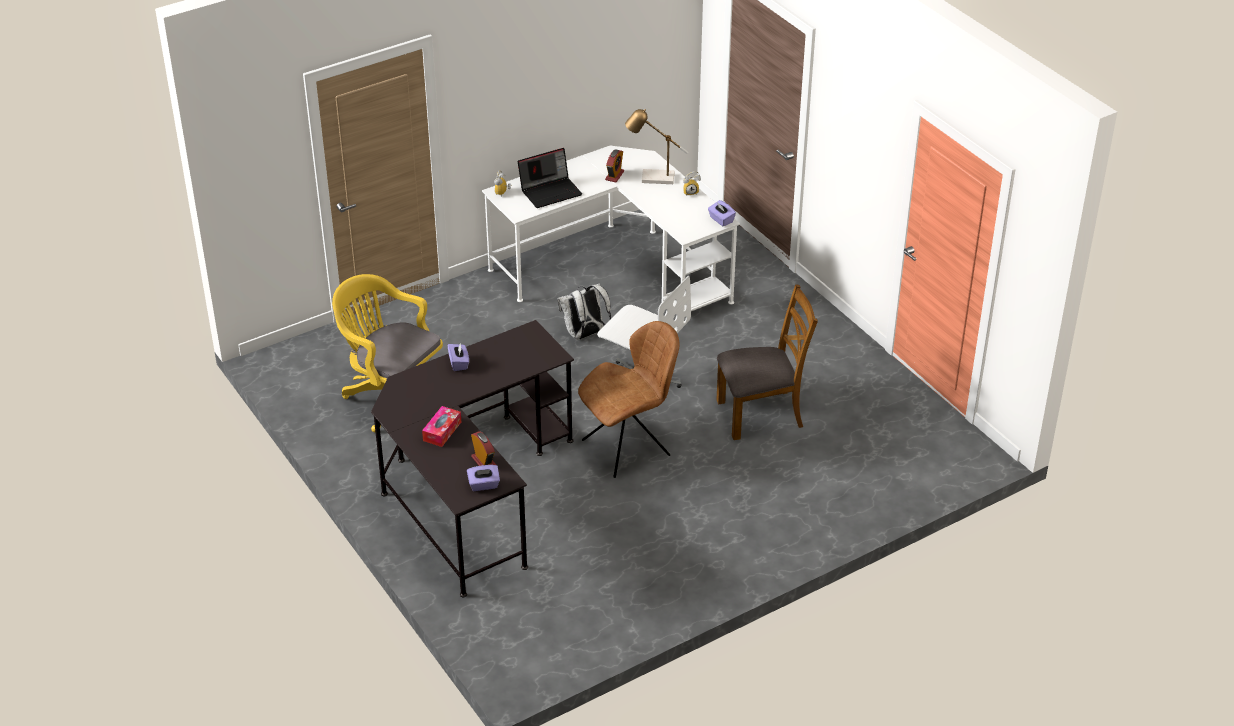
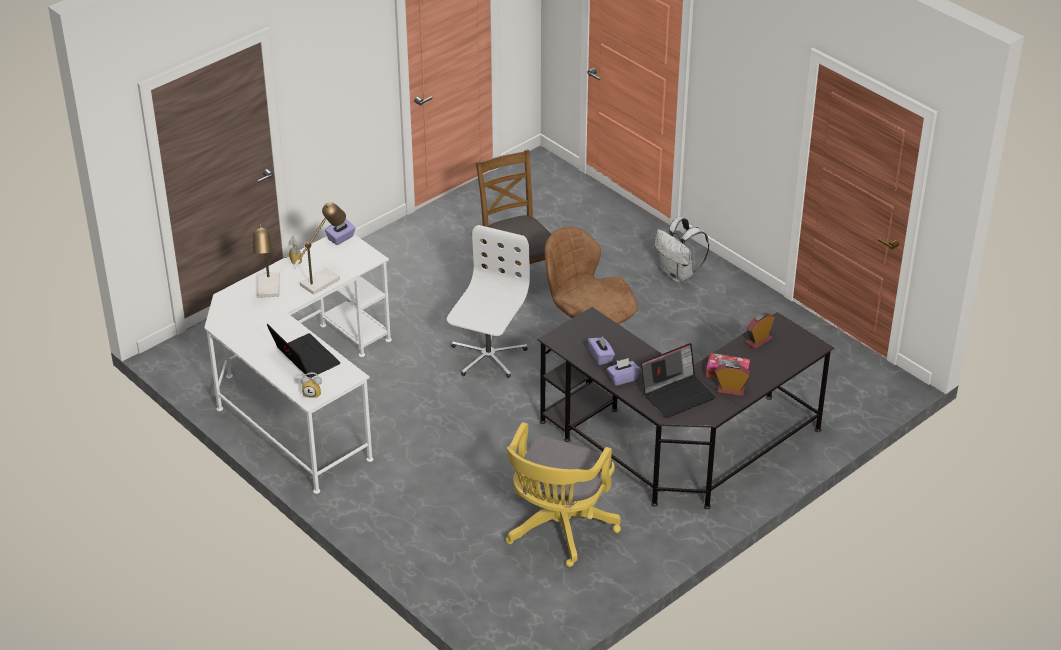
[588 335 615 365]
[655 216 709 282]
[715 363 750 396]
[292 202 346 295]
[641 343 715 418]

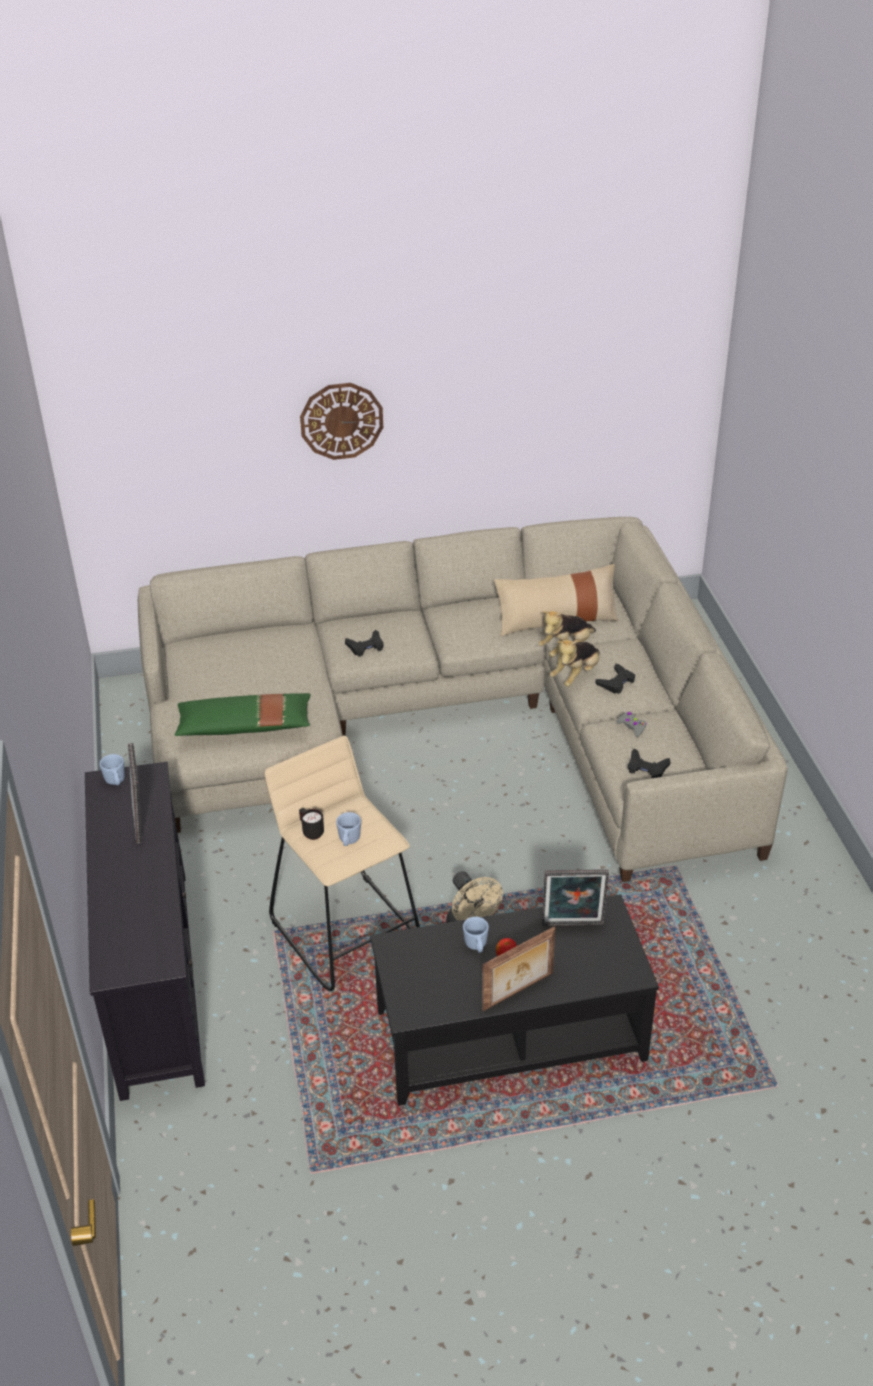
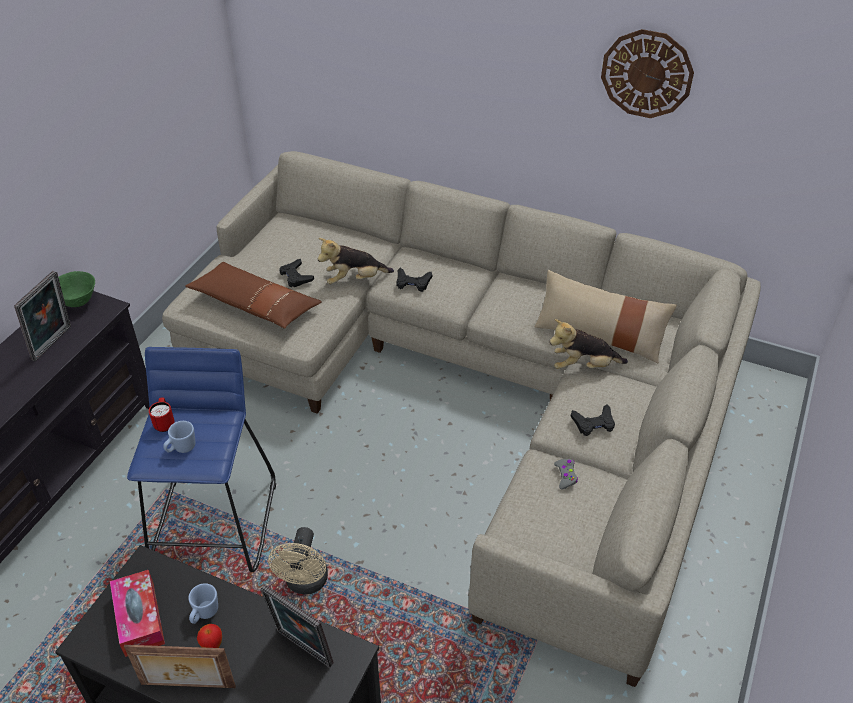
[58 271 95 307]
[185 262 322 329]
[127 347 276 572]
[149 397 175 432]
[601 29 694 118]
[317 238 394 284]
[280 259 314 287]
[110 570 165 657]

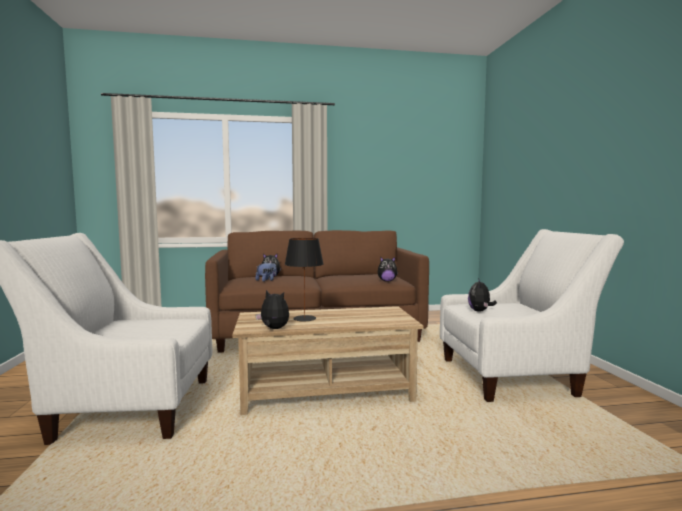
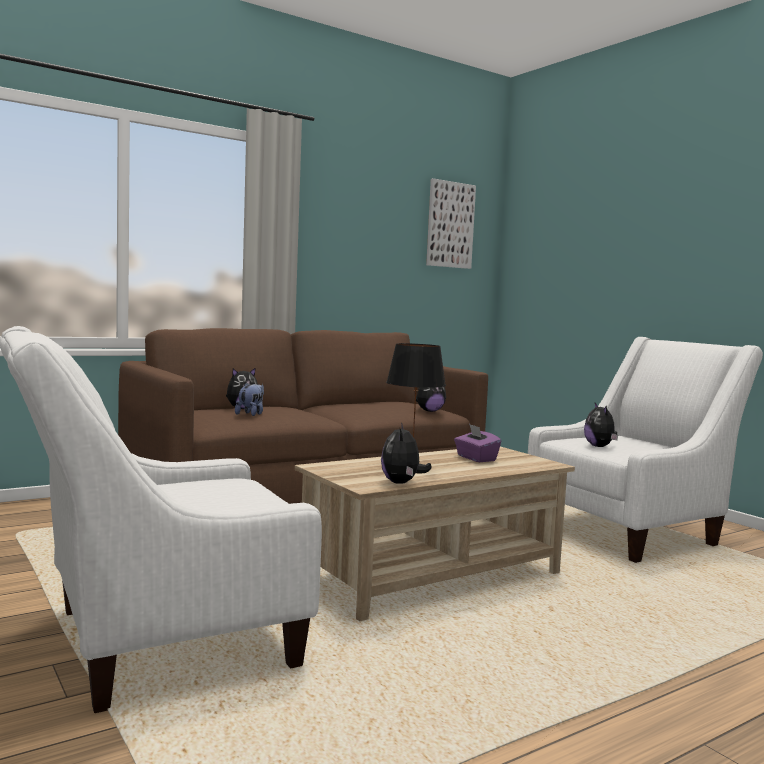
[381 422 432 484]
[426 178 476 269]
[454 424 501 462]

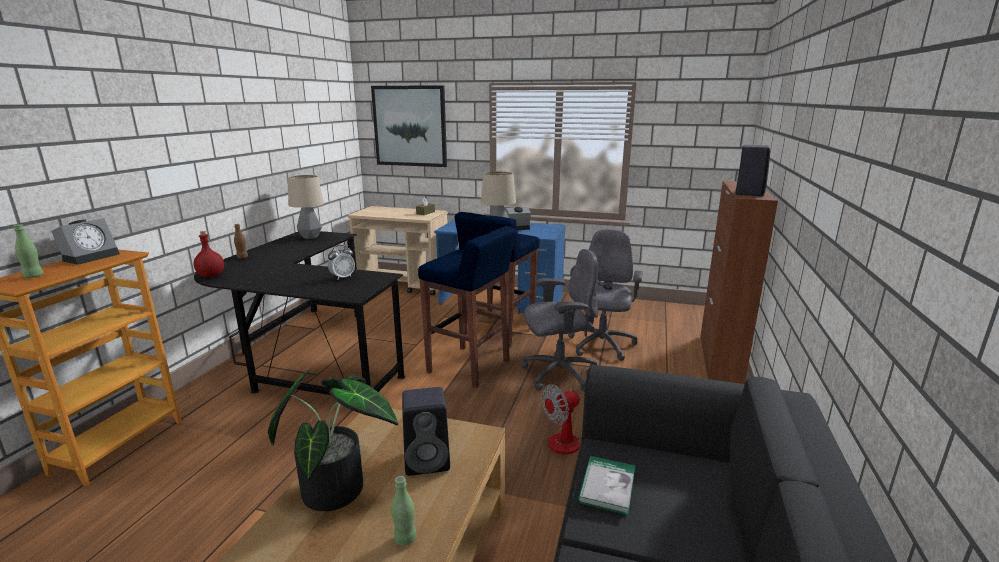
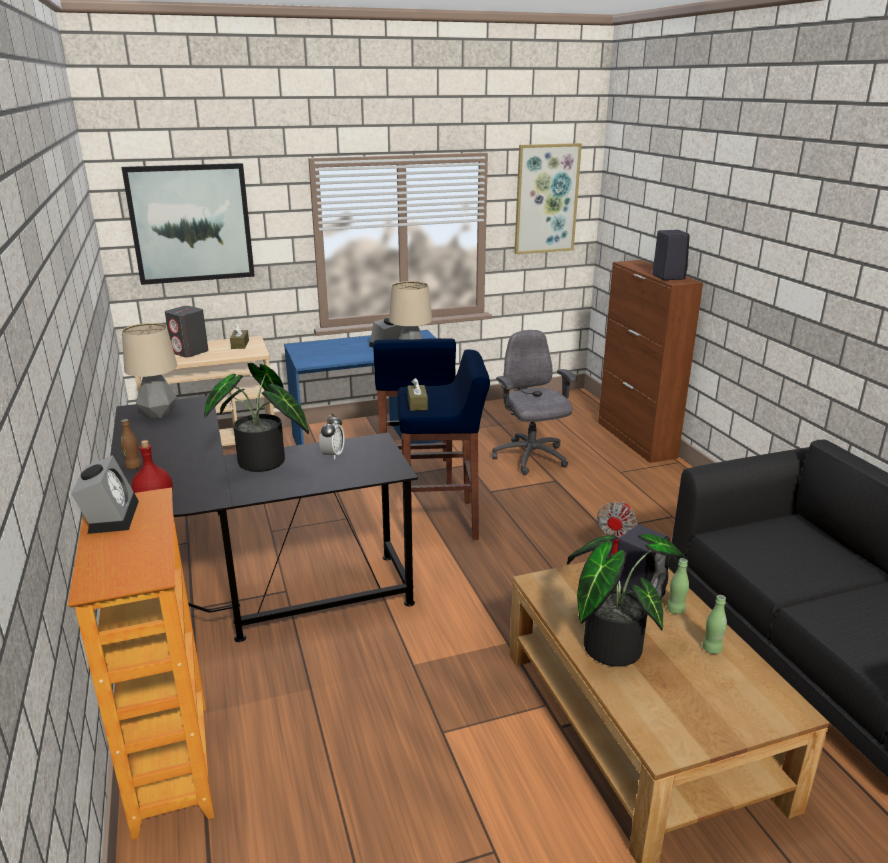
[667 558 689 614]
[521 249 598 392] (first image)
[578 456 635 515] (first image)
[165 306 208 357]
[204 363 309 472]
[408 378 428 411]
[514 143 582 254]

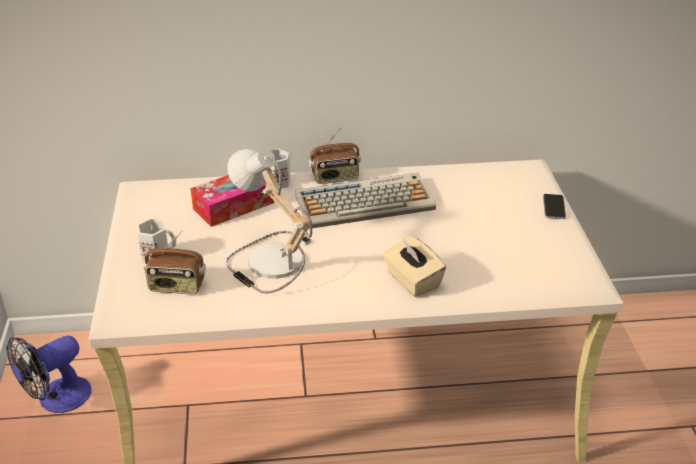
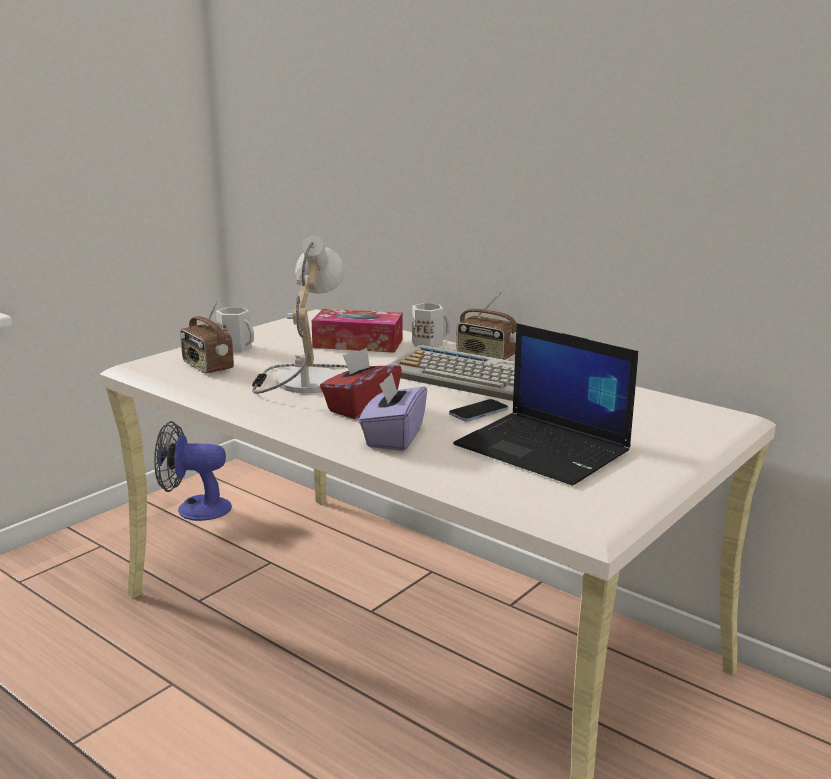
[359 372 427 451]
[449 399 508 422]
[320 348 402 419]
[453 323 638 486]

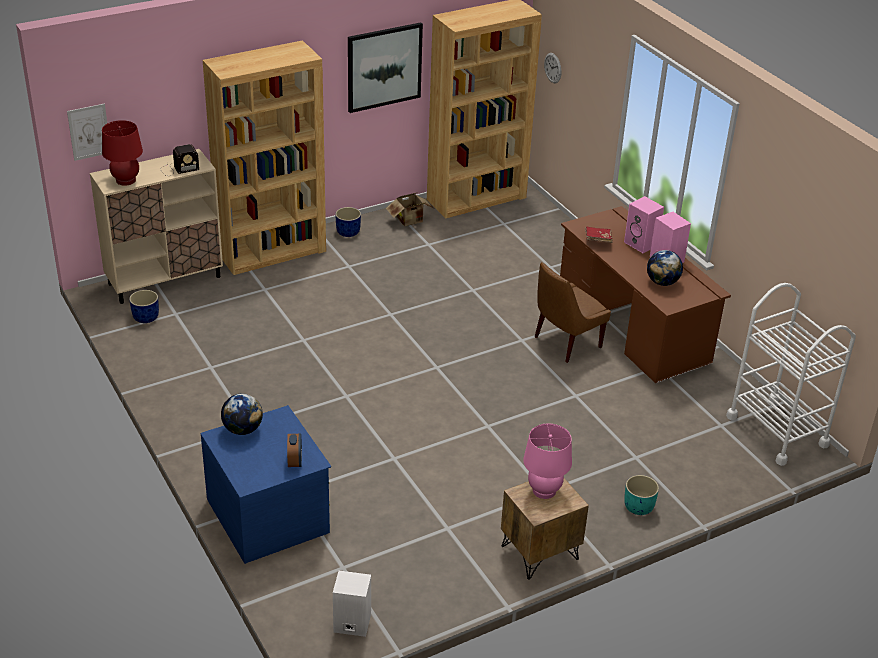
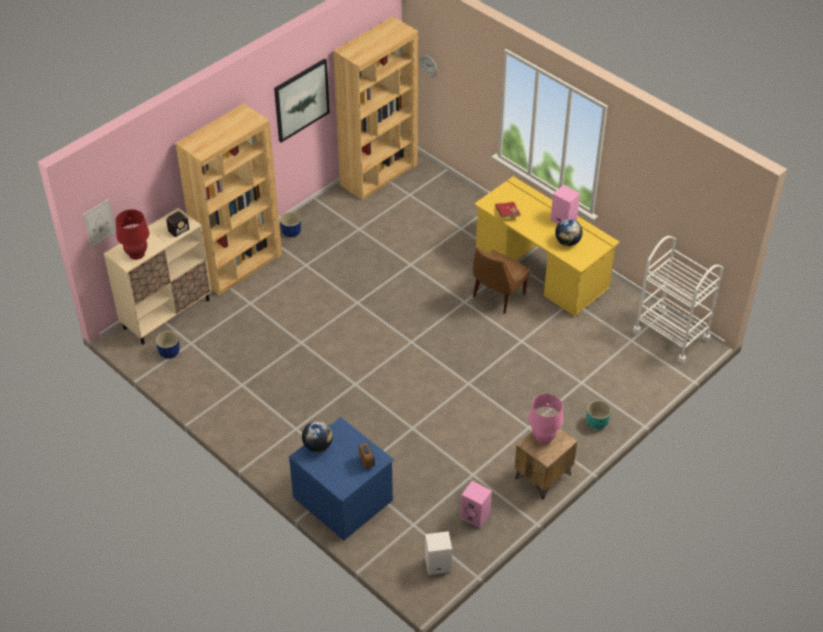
[386 192 433 226] (first image)
[474 176 620 316]
[461 481 492 528]

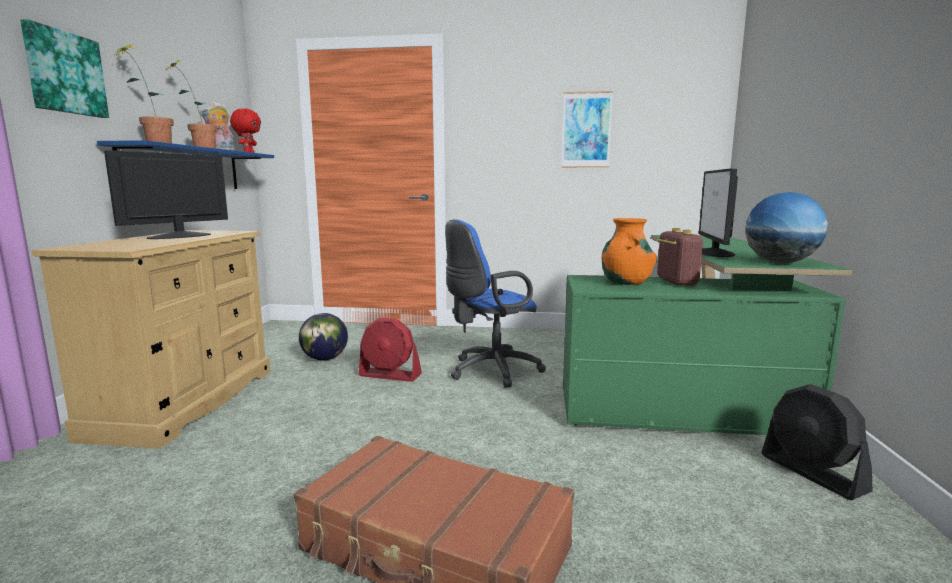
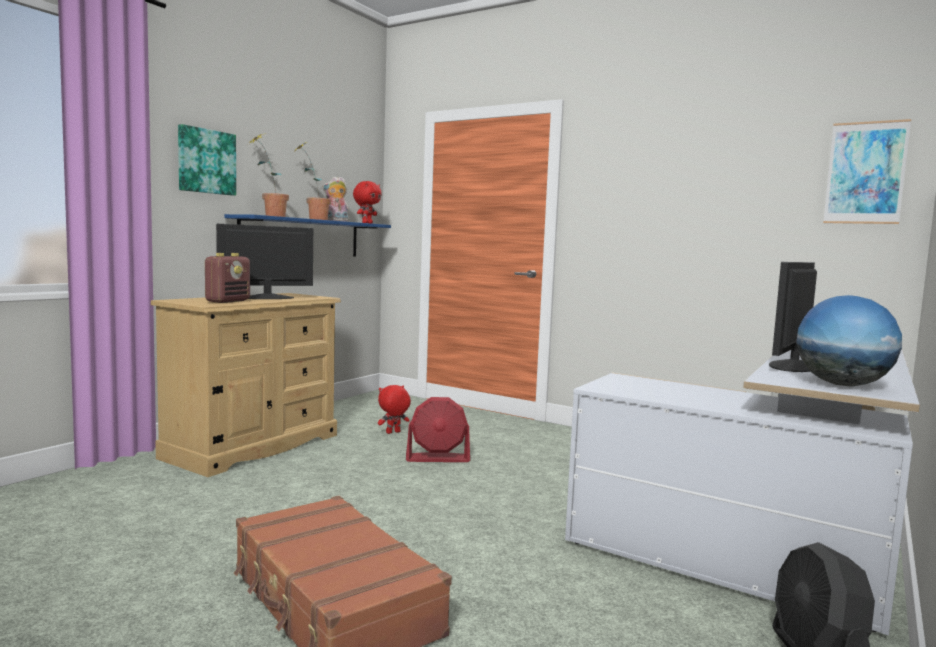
[378 385 411 434]
[406 397 470 462]
[445 219 546 388] (first image)
[823 119 911 224]
[565 350 920 636]
[602 218 657 285] (first image)
[205 253 250 303]

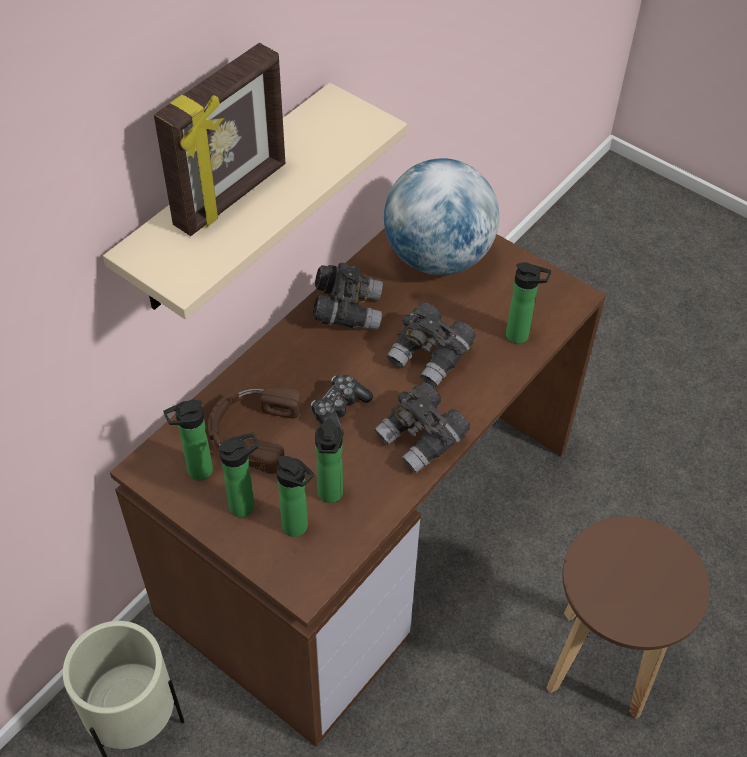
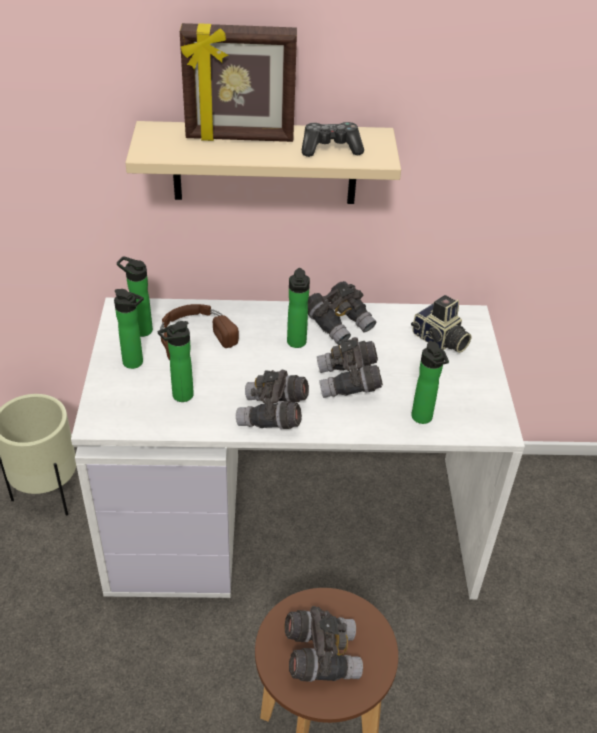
[71 297 525 600]
[287 268 310 348]
[302 122 364 157]
[411 295 472 353]
[285 606 363 682]

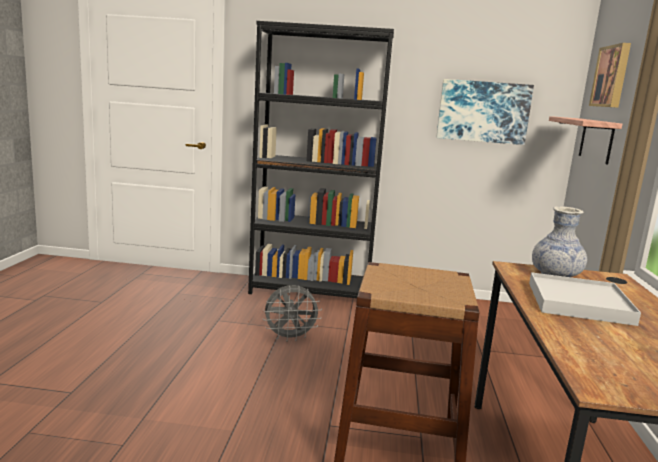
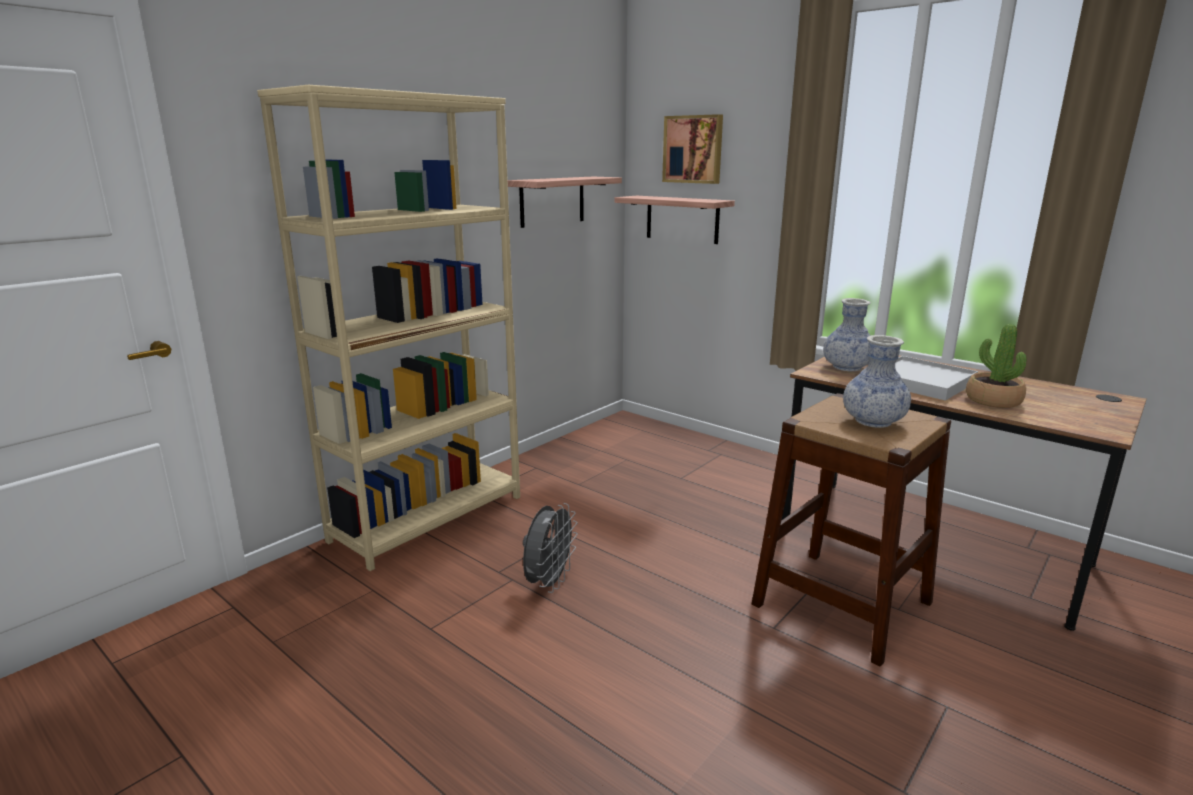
[257 85 520 571]
[508 177 622 228]
[843 335 911 428]
[966 324 1026 408]

